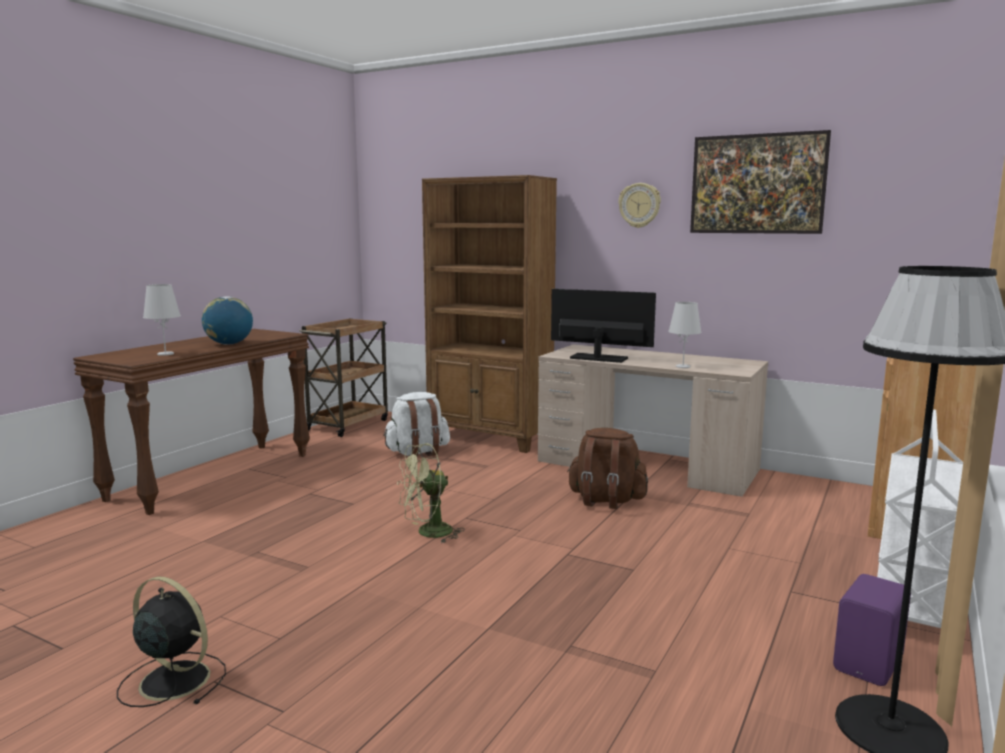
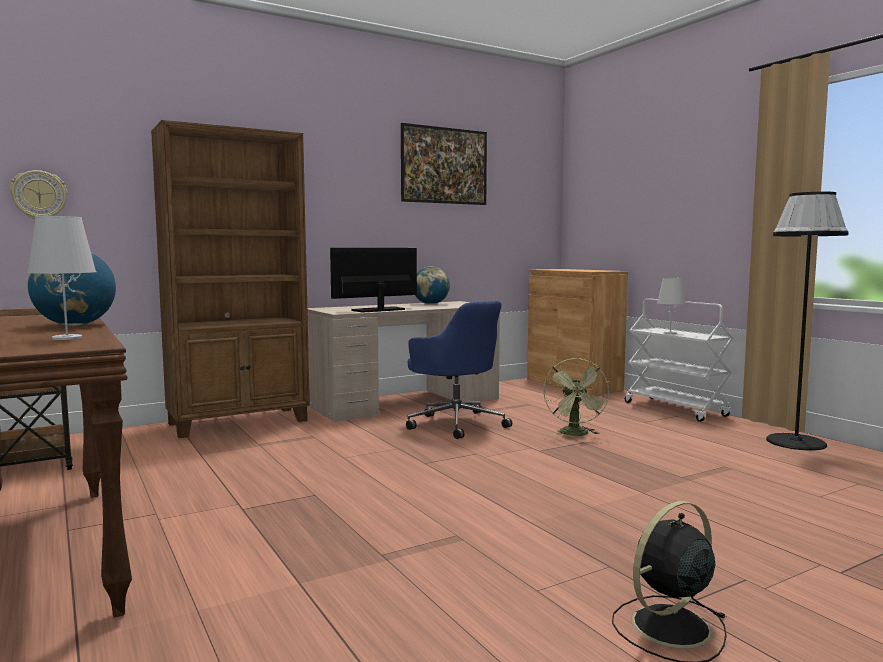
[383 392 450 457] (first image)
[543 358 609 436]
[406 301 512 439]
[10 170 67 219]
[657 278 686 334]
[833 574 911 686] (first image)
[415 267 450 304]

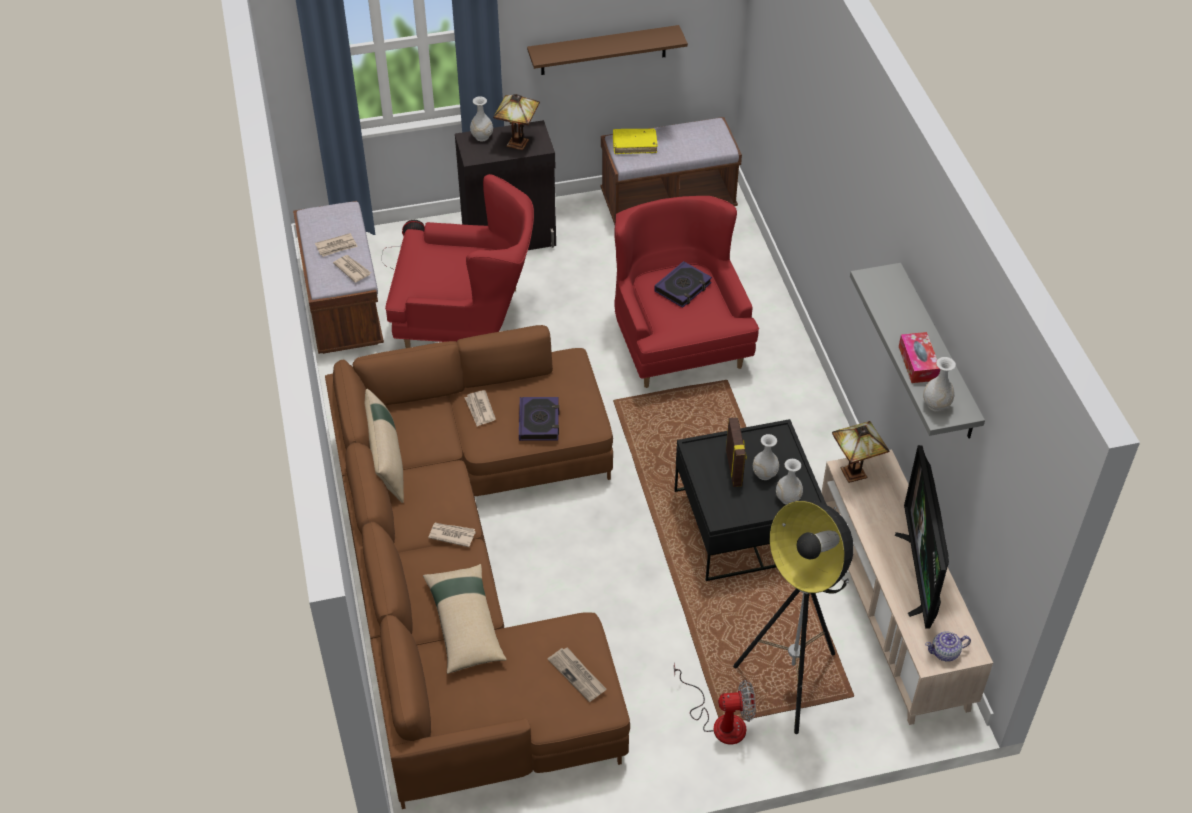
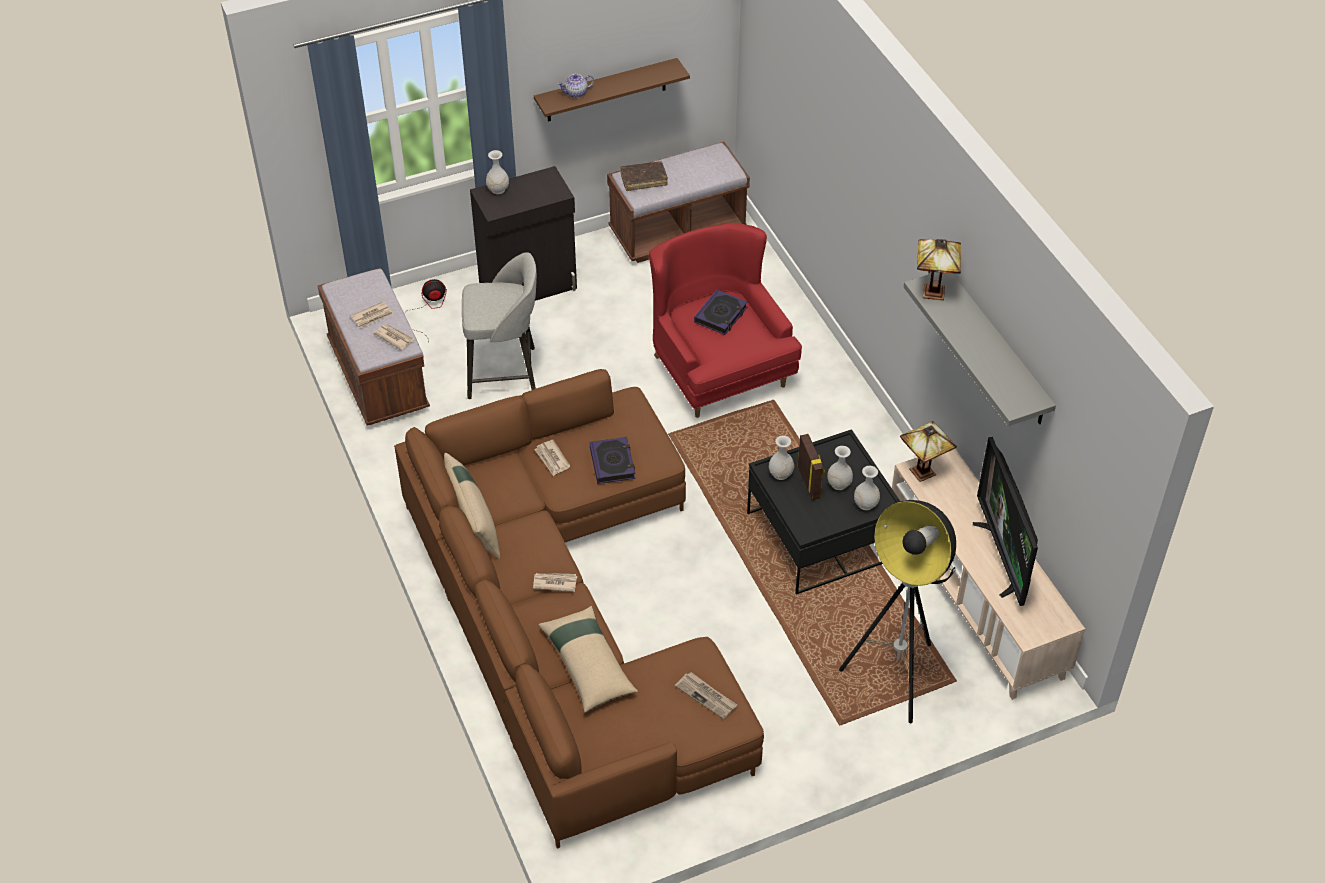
[462 252 537 399]
[917 239 961 300]
[620 161 668 191]
[674 663 756 745] (first image)
[899 332 940 383] (first image)
[769 435 794 480]
[557 74 594 98]

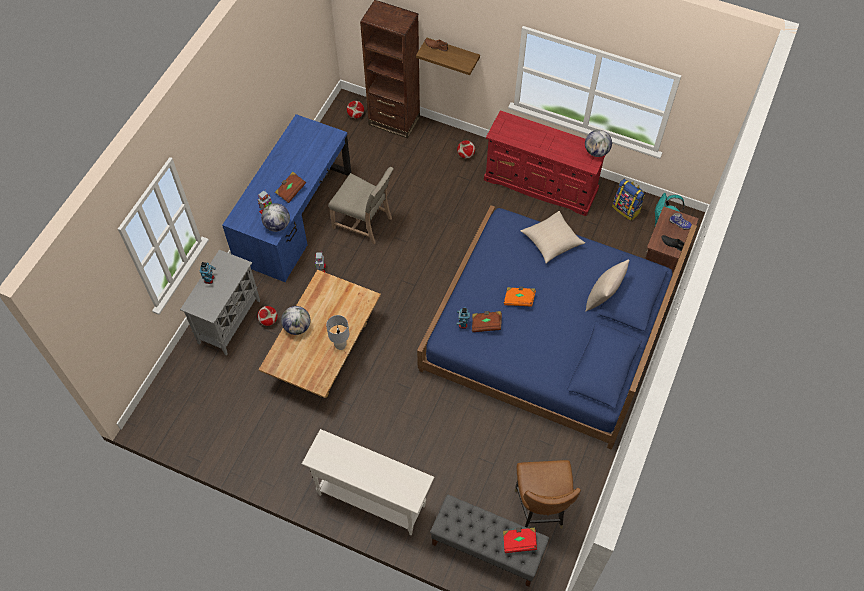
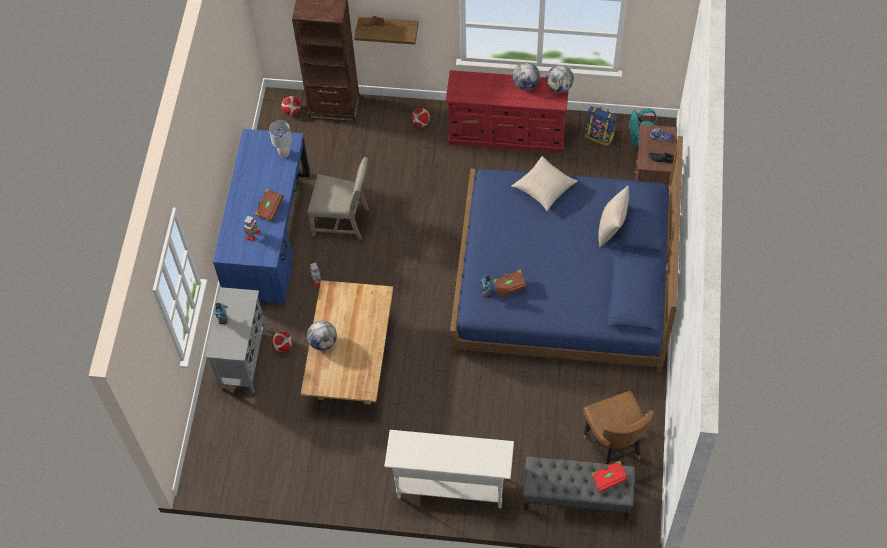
[512 62 540 90]
[269 120 292 158]
[504 287 536 307] (first image)

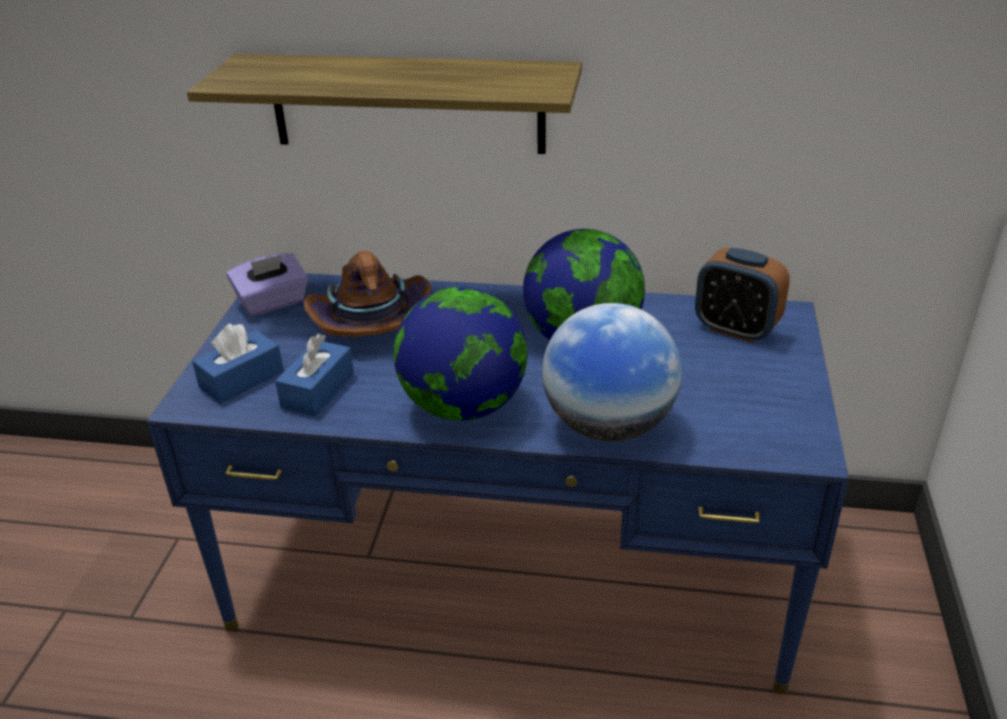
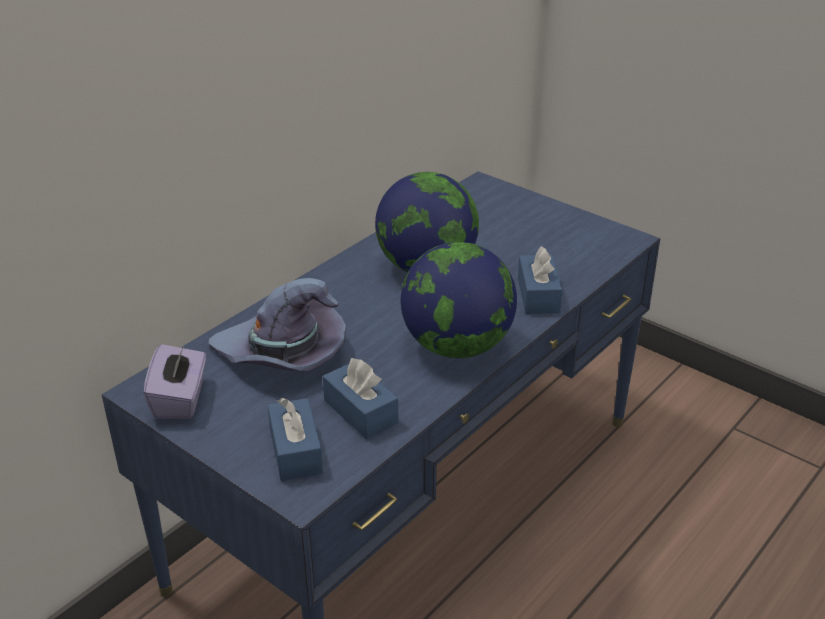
[187 54 582 154] (first image)
[209 278 346 372]
[518 246 562 314]
[695 248 790 343] (first image)

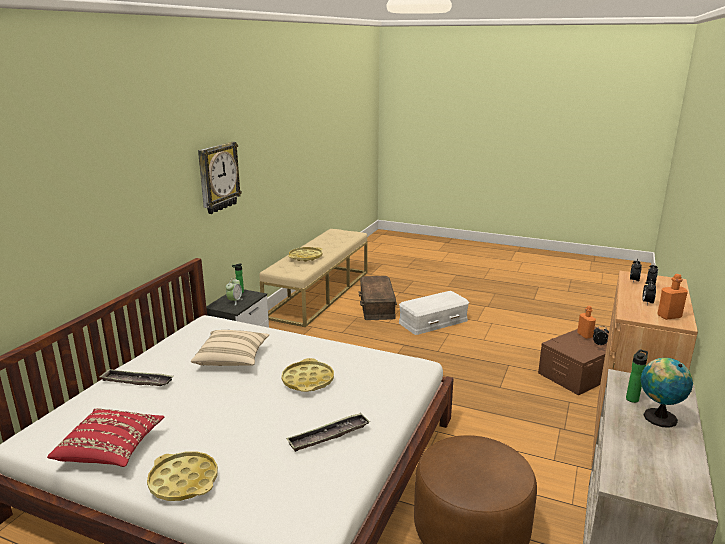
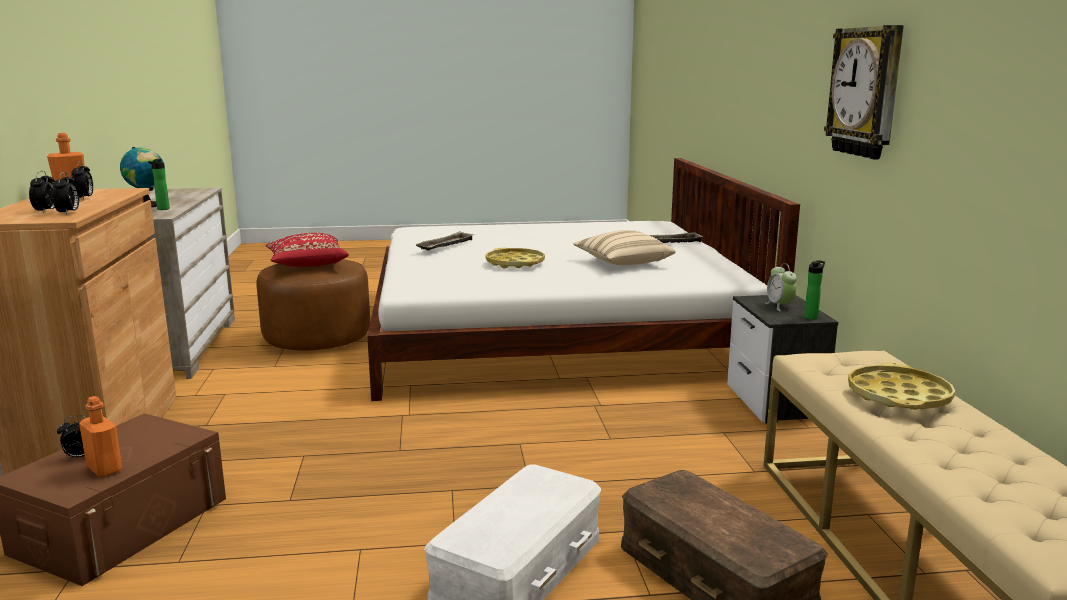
[266 233 349 267]
[147 451 218 501] (first image)

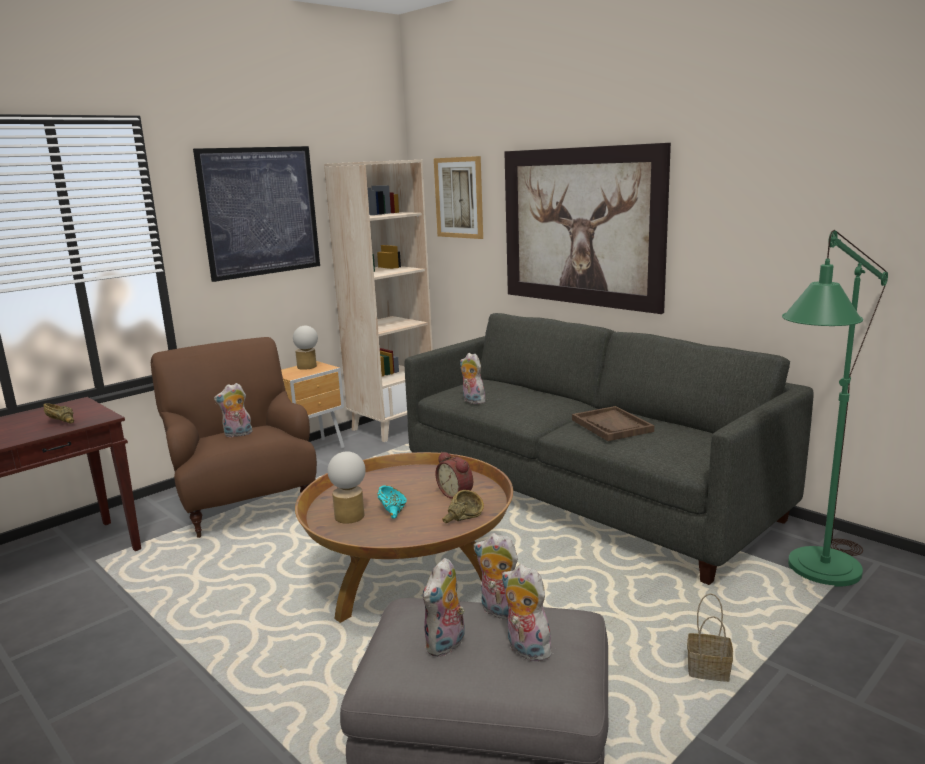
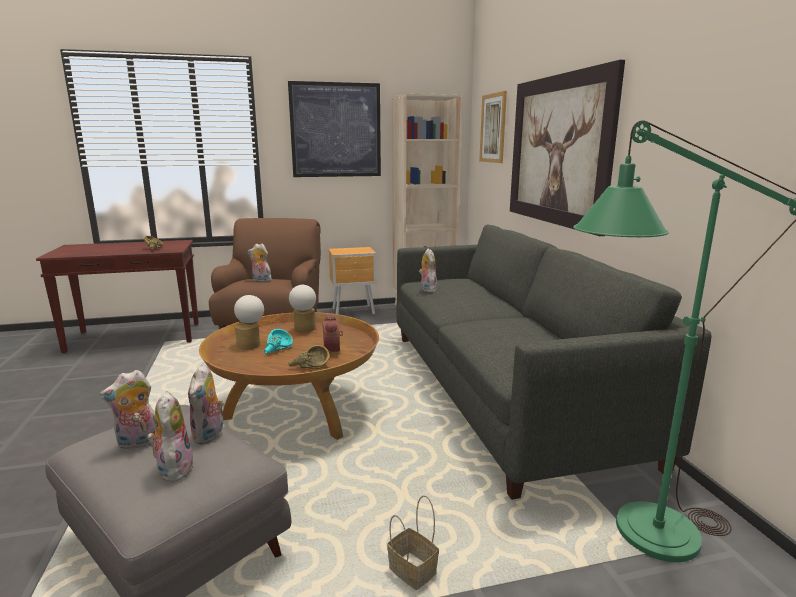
[289 285 316 332]
[188 364 224 444]
[572 406 654 441] (first image)

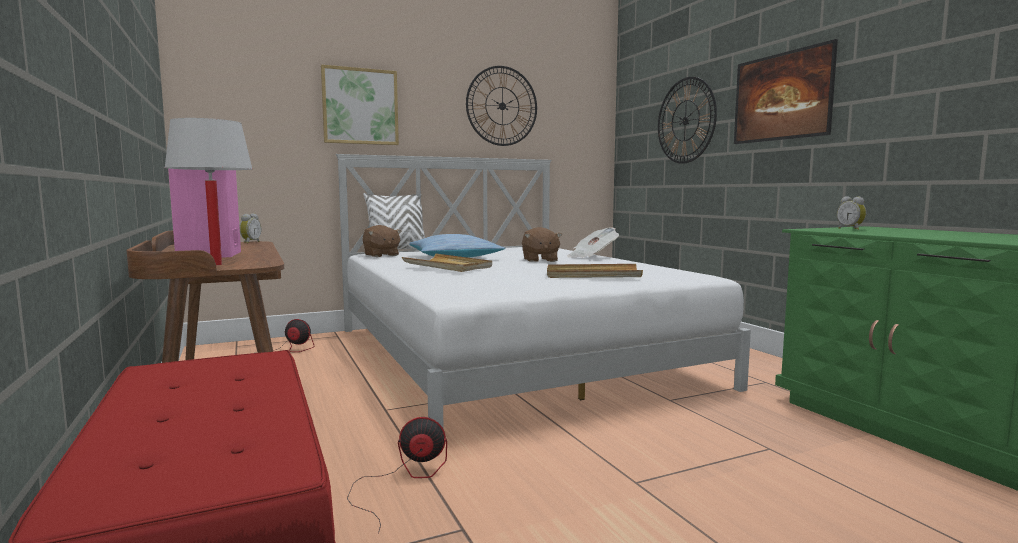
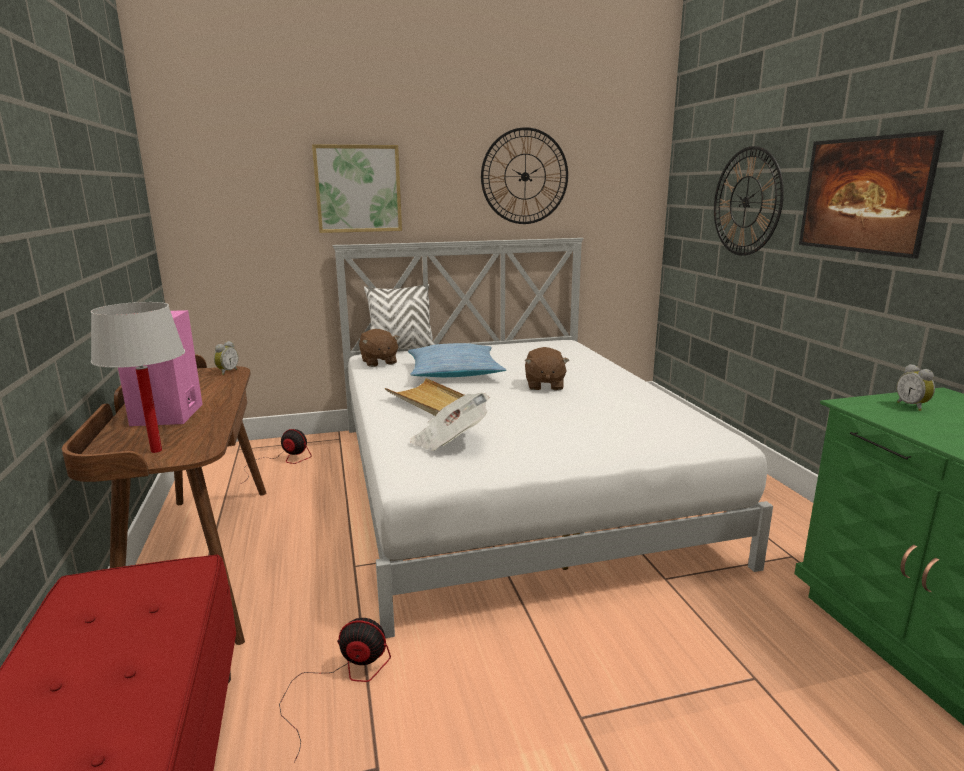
[547 264 643 278] (first image)
[410 393 490 451]

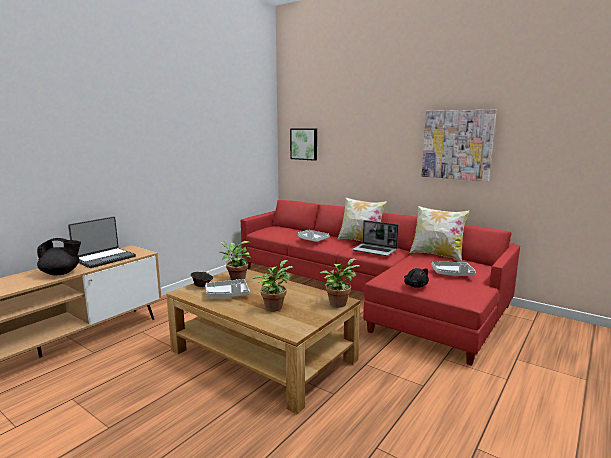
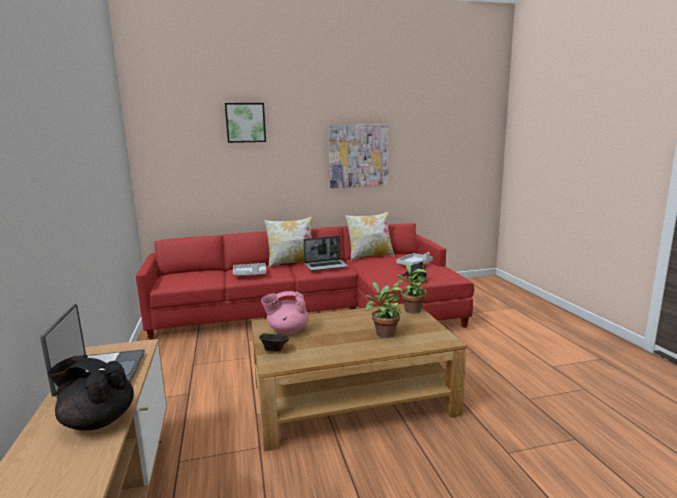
[47 356 134 430]
[205 279 250 298] (first image)
[261 291 309 334]
[225 103 266 143]

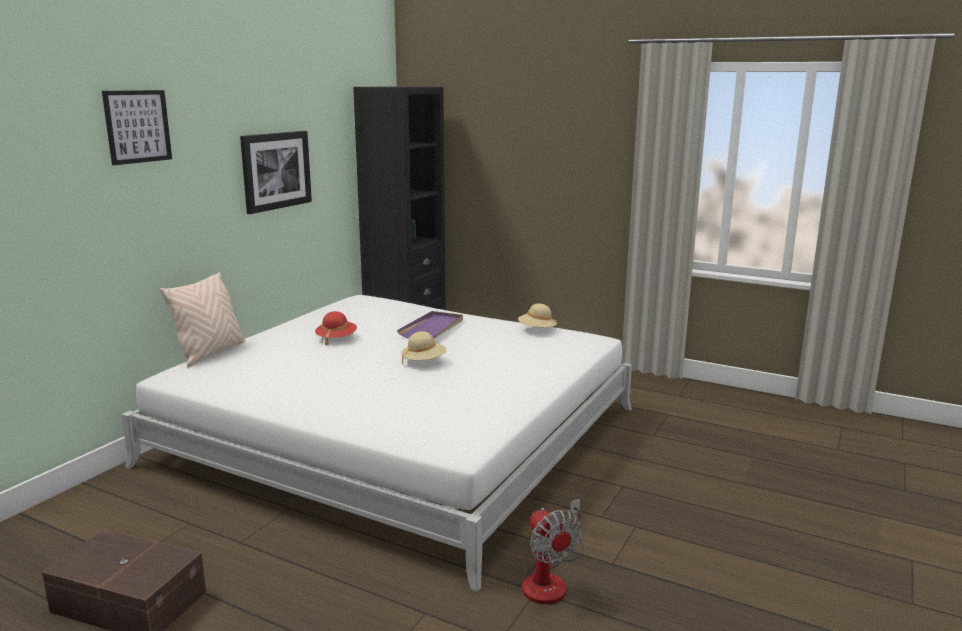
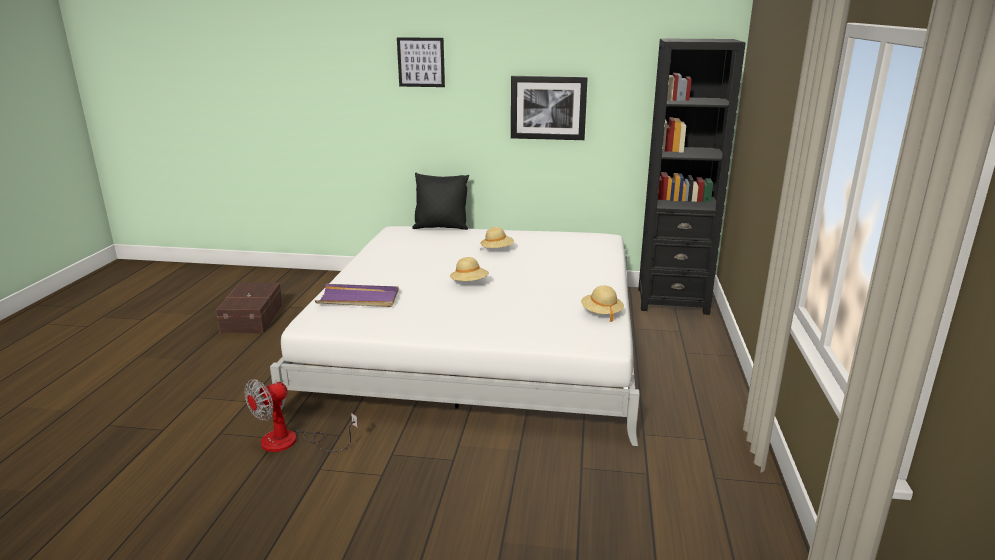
[412 173 469 230]
[480 227 514 250]
[315 284 399 307]

